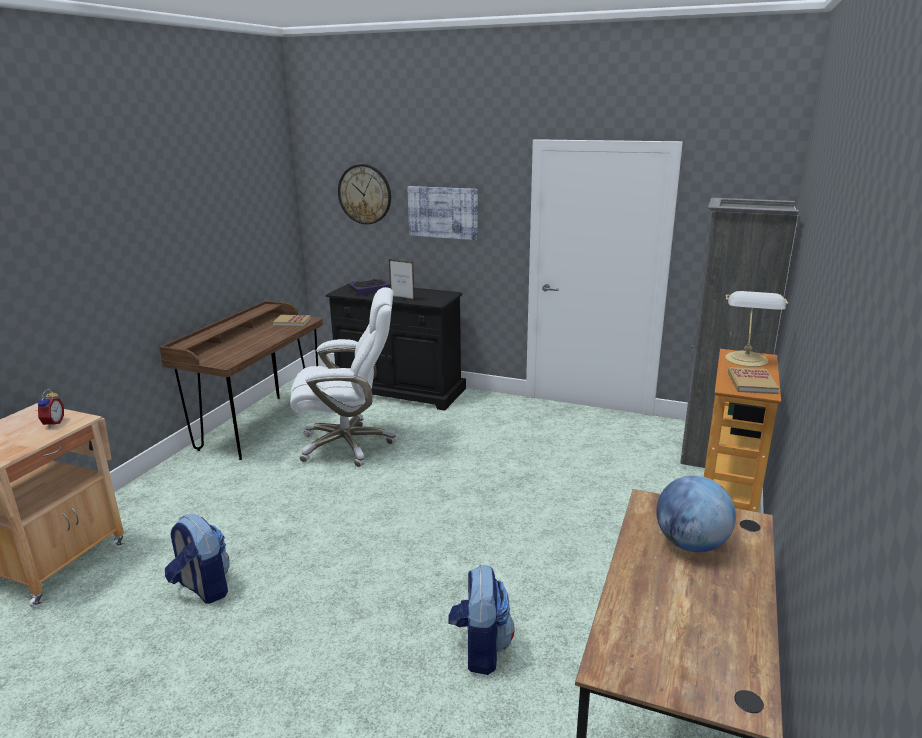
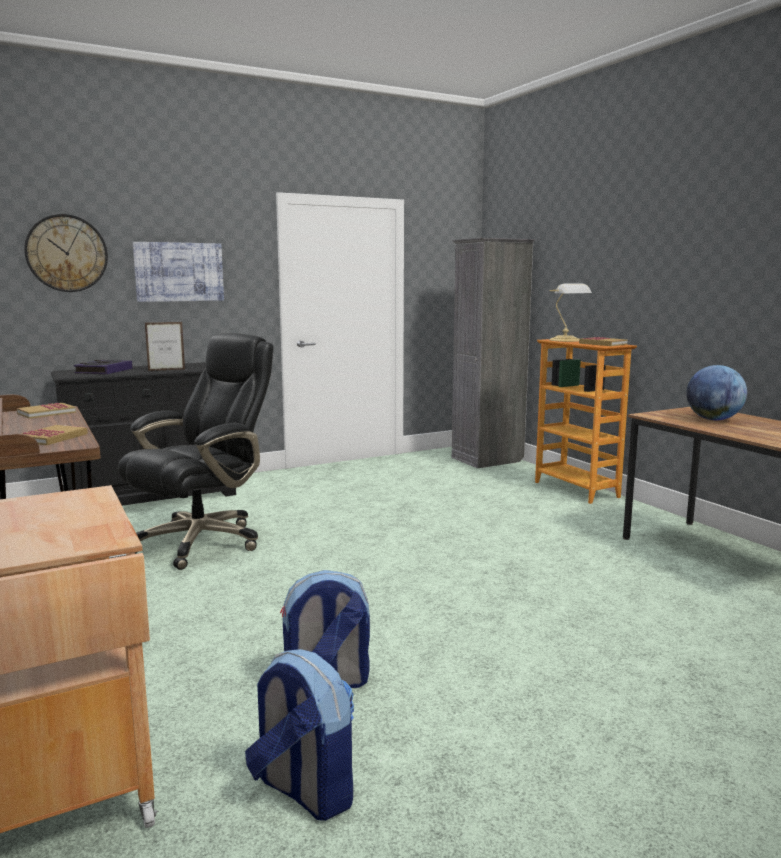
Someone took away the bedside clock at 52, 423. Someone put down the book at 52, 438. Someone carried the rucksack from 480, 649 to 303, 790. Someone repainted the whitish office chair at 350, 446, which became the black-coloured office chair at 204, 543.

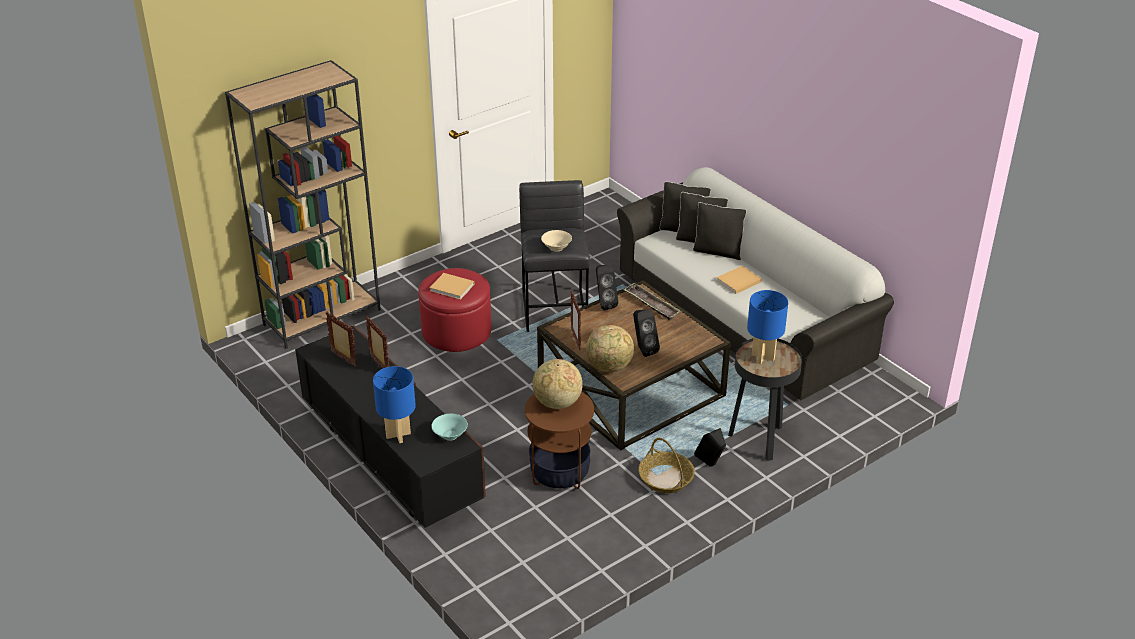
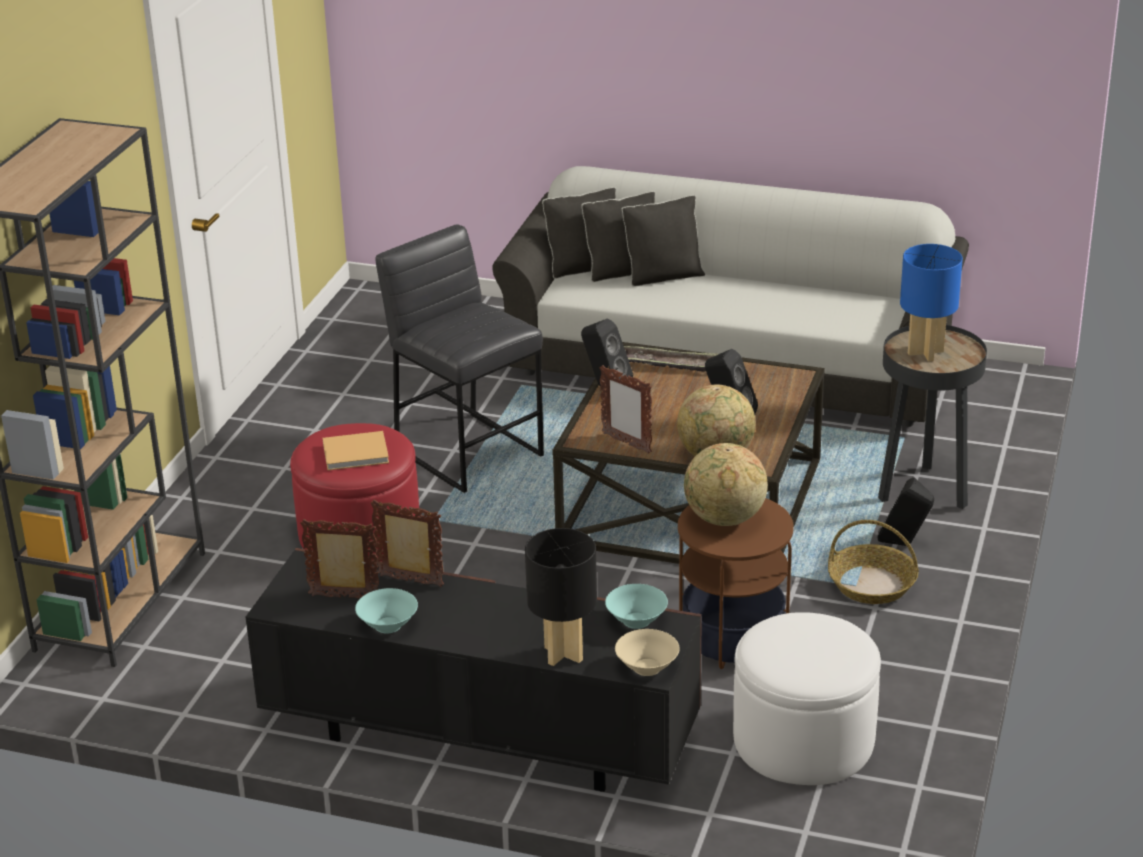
Someone took away the beige-coloured book at 737, 281. Someone put down the turquoise bowl at 388, 625. Someone put down the whitish ottoman at 803, 740. Someone carried the beige-coloured bowl from 556, 248 to 647, 667. Someone repainted the bluish table lamp at 398, 435, which became the black-coloured table lamp at 563, 654.

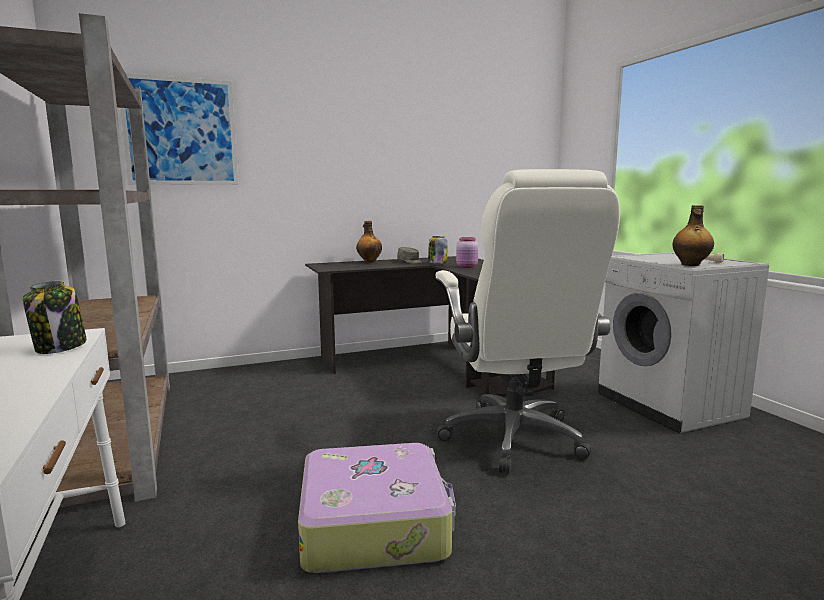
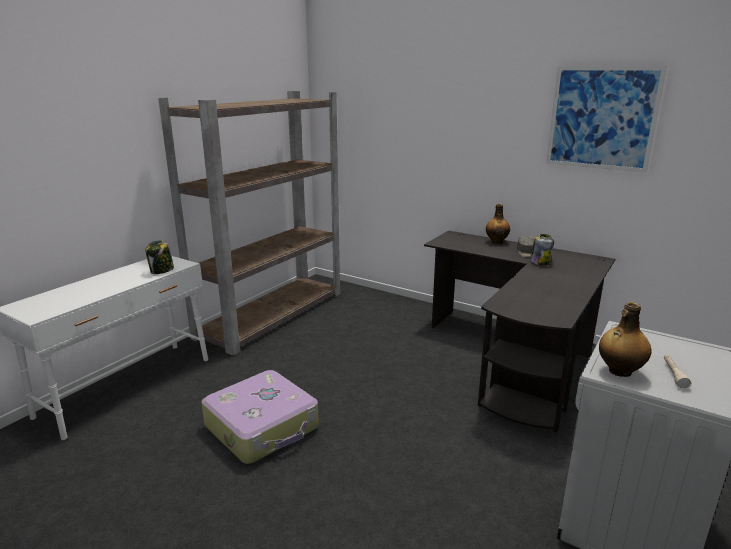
Someone took away the whitish office chair at 514, 439. Someone took away the pinkish jar at 467, 267. Someone carried the wall art from 180, 132 to 602, 118.

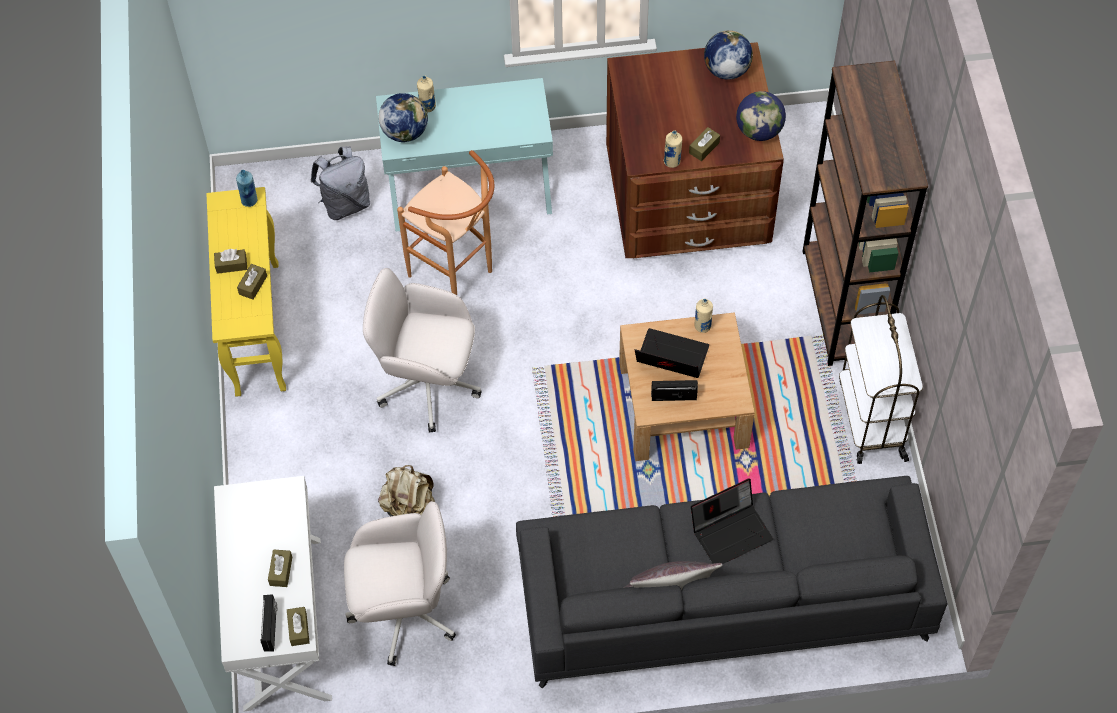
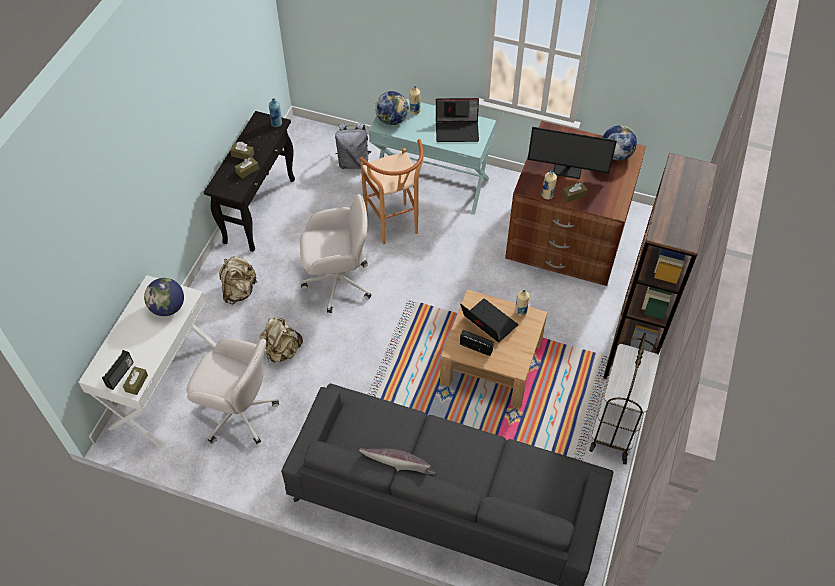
Someone took away the brown-coloured tissue box at 281, 571. Someone put down the beige-coloured rucksack at 239, 291. Someone put down the computer screen at 567, 168. Someone carried the notebook computer from 731, 531 to 457, 129. Someone carried the world globe from 759, 131 to 168, 308. Someone repainted the yellow-coloured hall table at 256, 327, which became the black-coloured hall table at 260, 210. Someone rotated the whitish office chair at 428, 386 by 135 degrees clockwise.

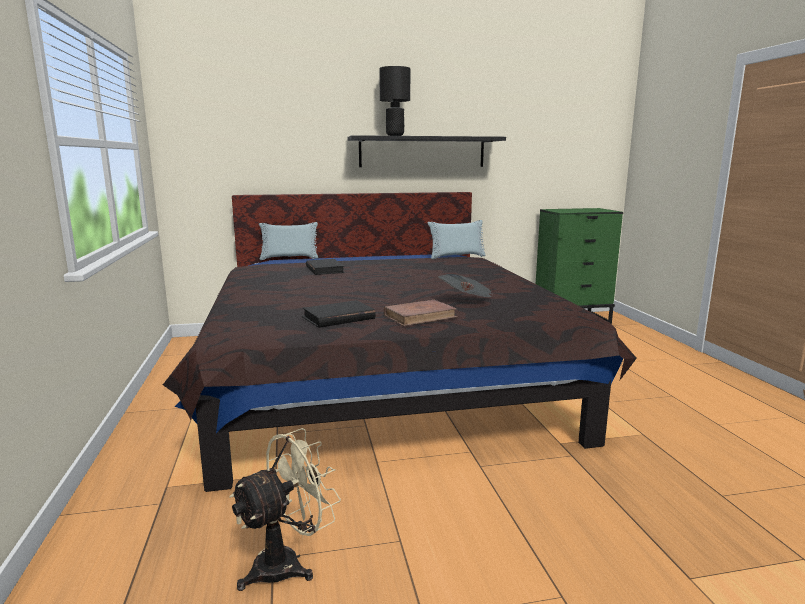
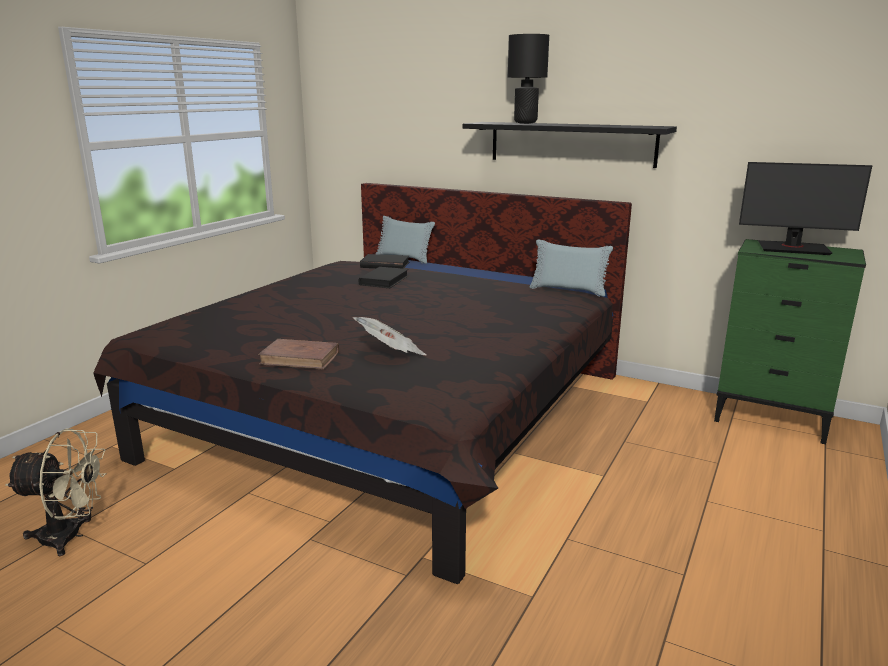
Someone put down the computer screen at 793, 248. Someone carried the black-coloured book from 338, 318 to 384, 265.

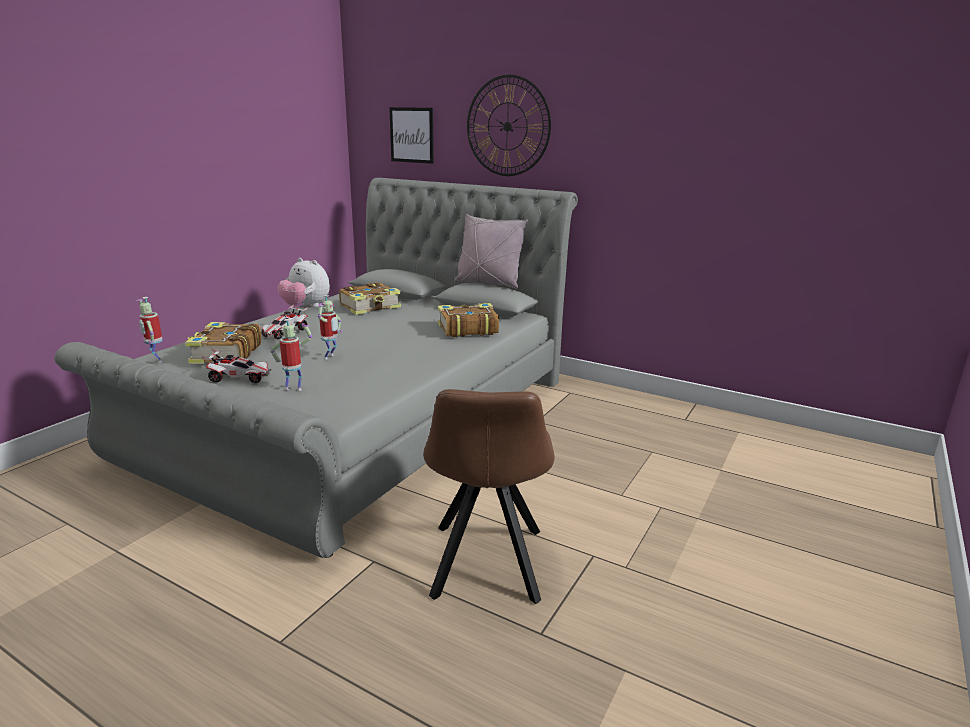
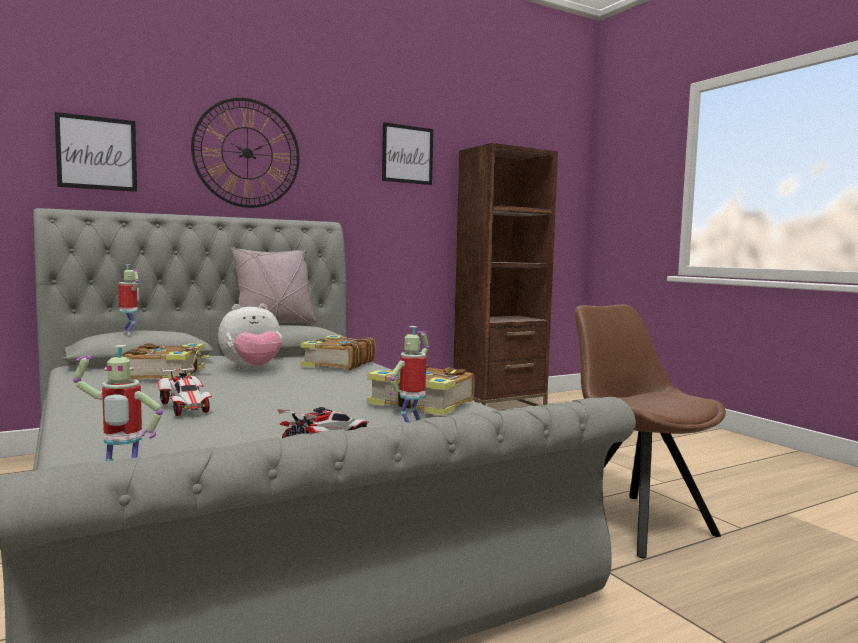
Someone put up the wall art at 407, 154. Someone put down the brown-coloured shelving unit at 499, 407. Someone carried the book from 225, 354 to 422, 404. Someone carried the soft toy from 306, 307 to 252, 369. Someone carried the toy robot from 331, 357 to 129, 333. Someone rotated the brown-coloured upright chair at 486, 563 by 150 degrees counterclockwise.

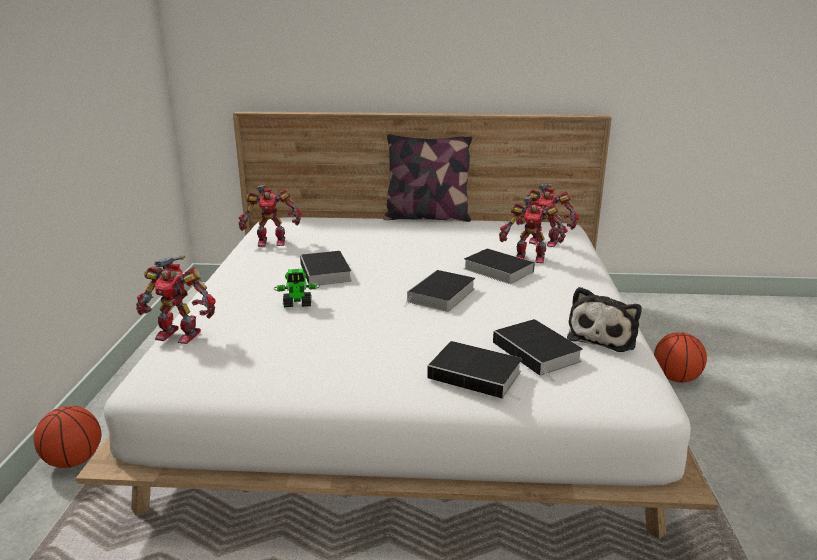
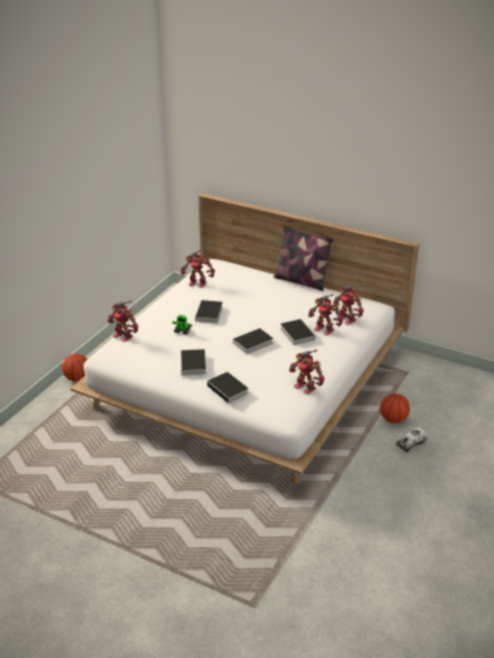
Someone put down the toy truck at 411, 444. Someone carried the book from 538, 353 to 193, 365. Someone swapped the soft toy at 604, 336 for the toy robot at 306, 387.

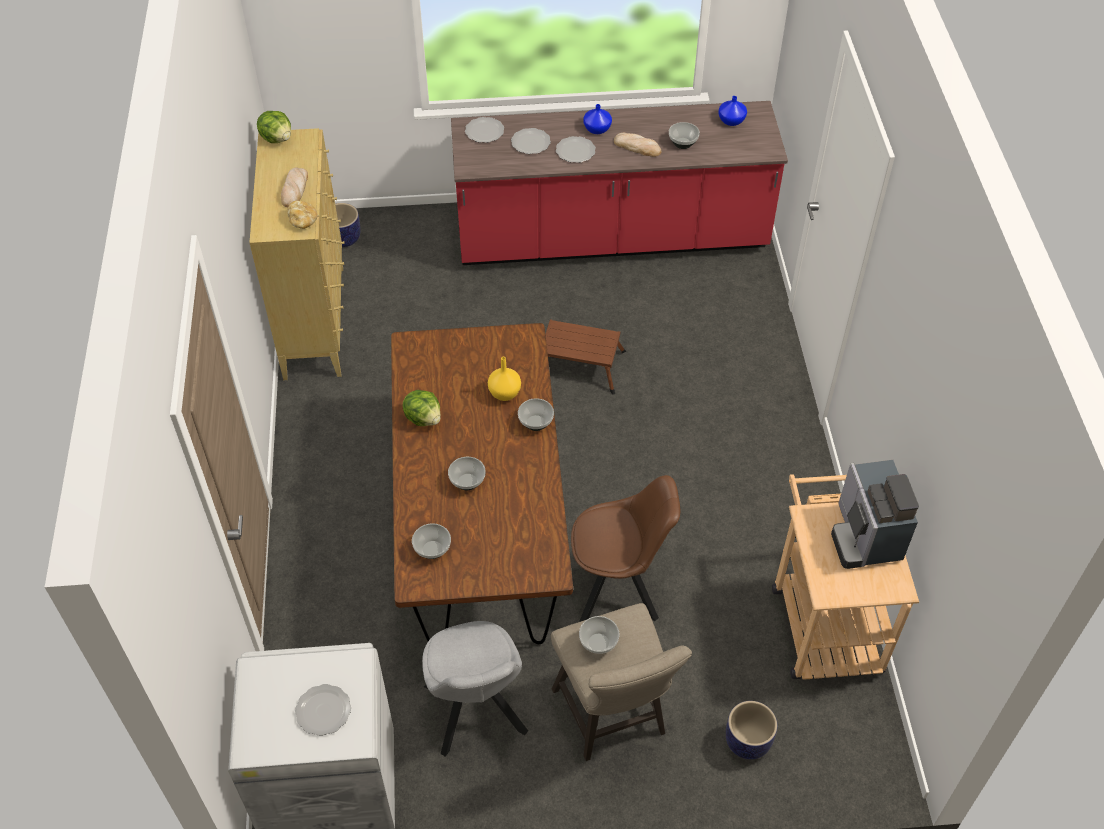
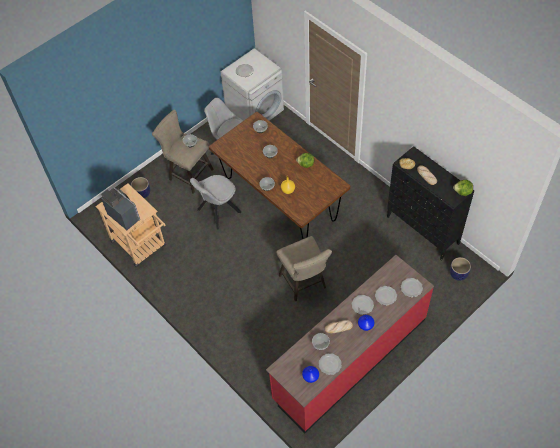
Someone put down the flat dish at 330, 364. Someone swapped the brown-coloured stepladder at 580, 365 for the beige-coloured sitting stool at 304, 284. Someone repainted the beige-coloured dresser at 316, 321, which became the black-coloured dresser at 422, 231. Someone repainted the brown-coloured upright chair at 619, 586, which became the greyish upright chair at 218, 211.

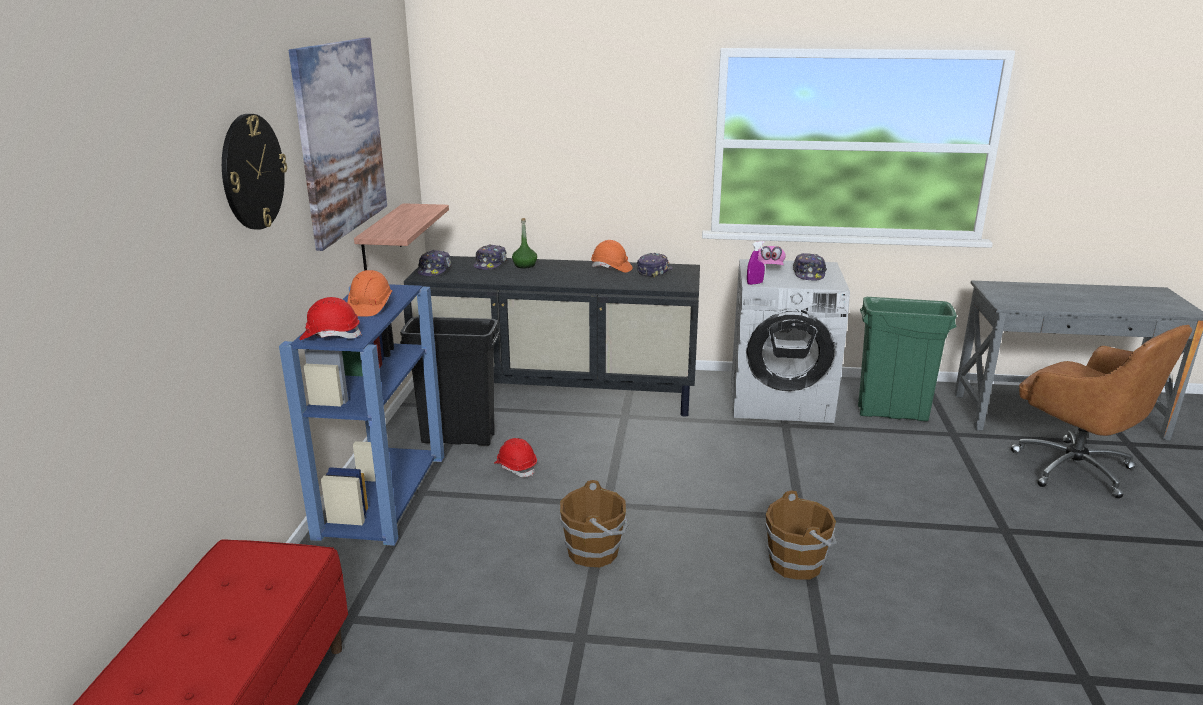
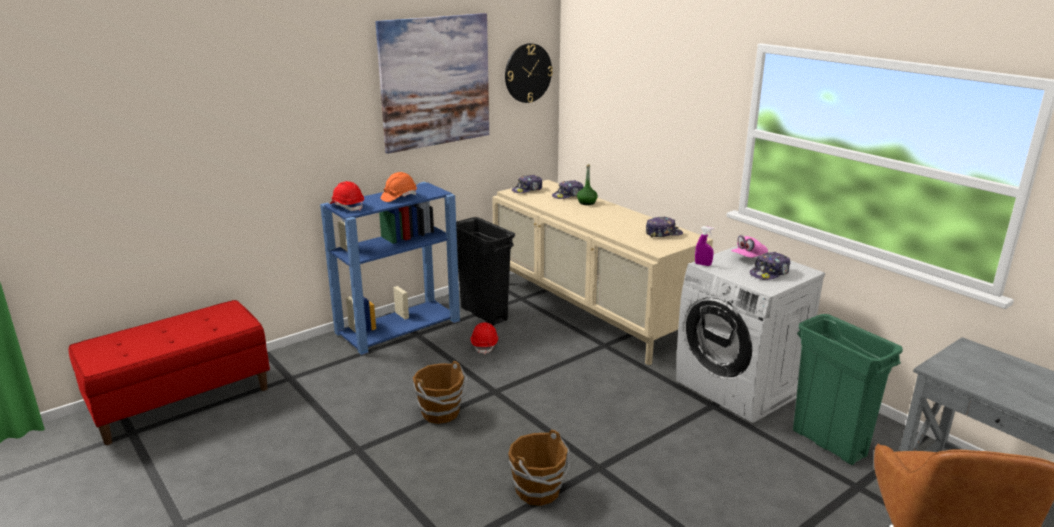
Someone took away the bracket shelf at 381, 240. Someone took away the orangey hard hat at 611, 268. Someone carried the hanging clock from 252, 172 to 528, 73. Someone repainted the black-coloured cabinet at 558, 393, which became the beige-coloured cabinet at 589, 312.

